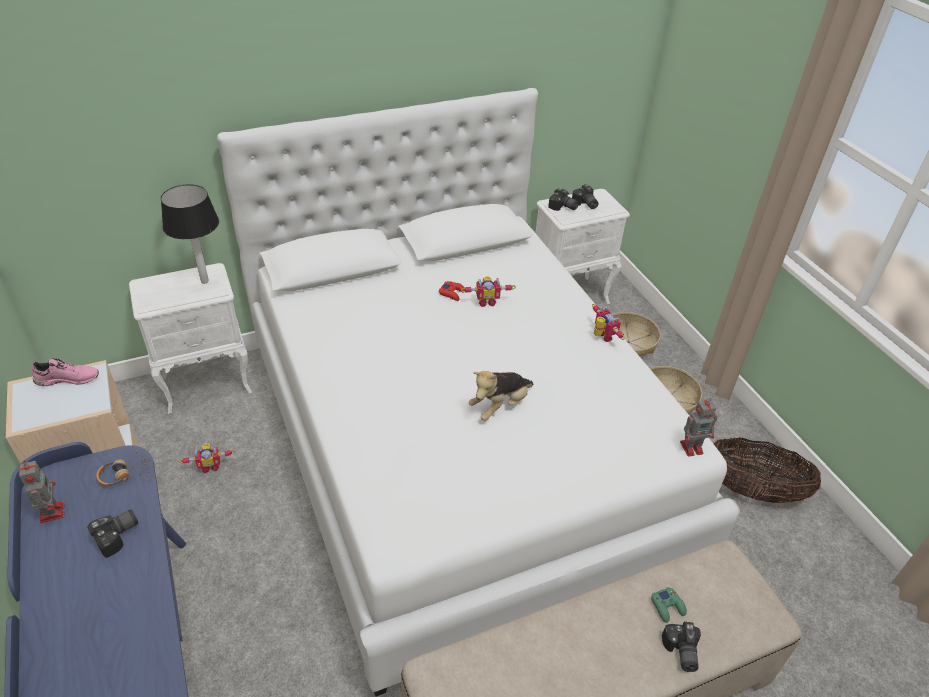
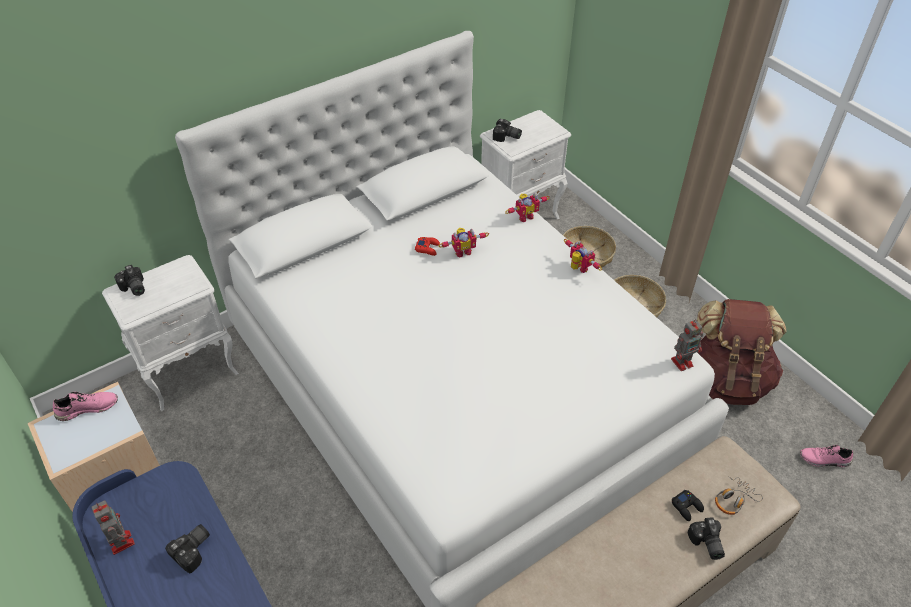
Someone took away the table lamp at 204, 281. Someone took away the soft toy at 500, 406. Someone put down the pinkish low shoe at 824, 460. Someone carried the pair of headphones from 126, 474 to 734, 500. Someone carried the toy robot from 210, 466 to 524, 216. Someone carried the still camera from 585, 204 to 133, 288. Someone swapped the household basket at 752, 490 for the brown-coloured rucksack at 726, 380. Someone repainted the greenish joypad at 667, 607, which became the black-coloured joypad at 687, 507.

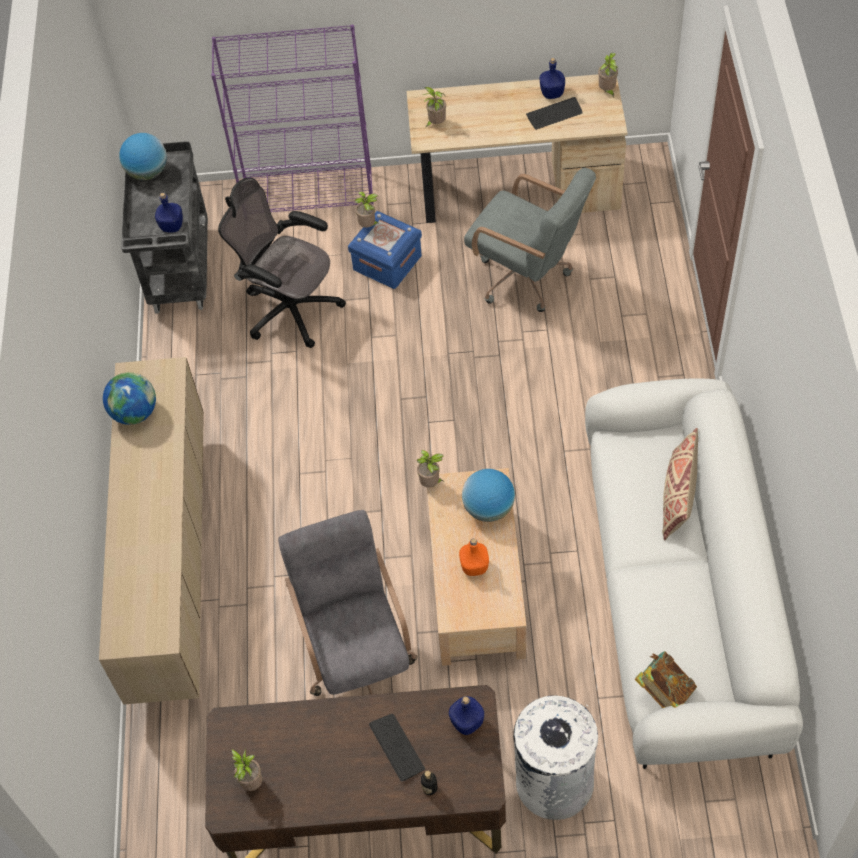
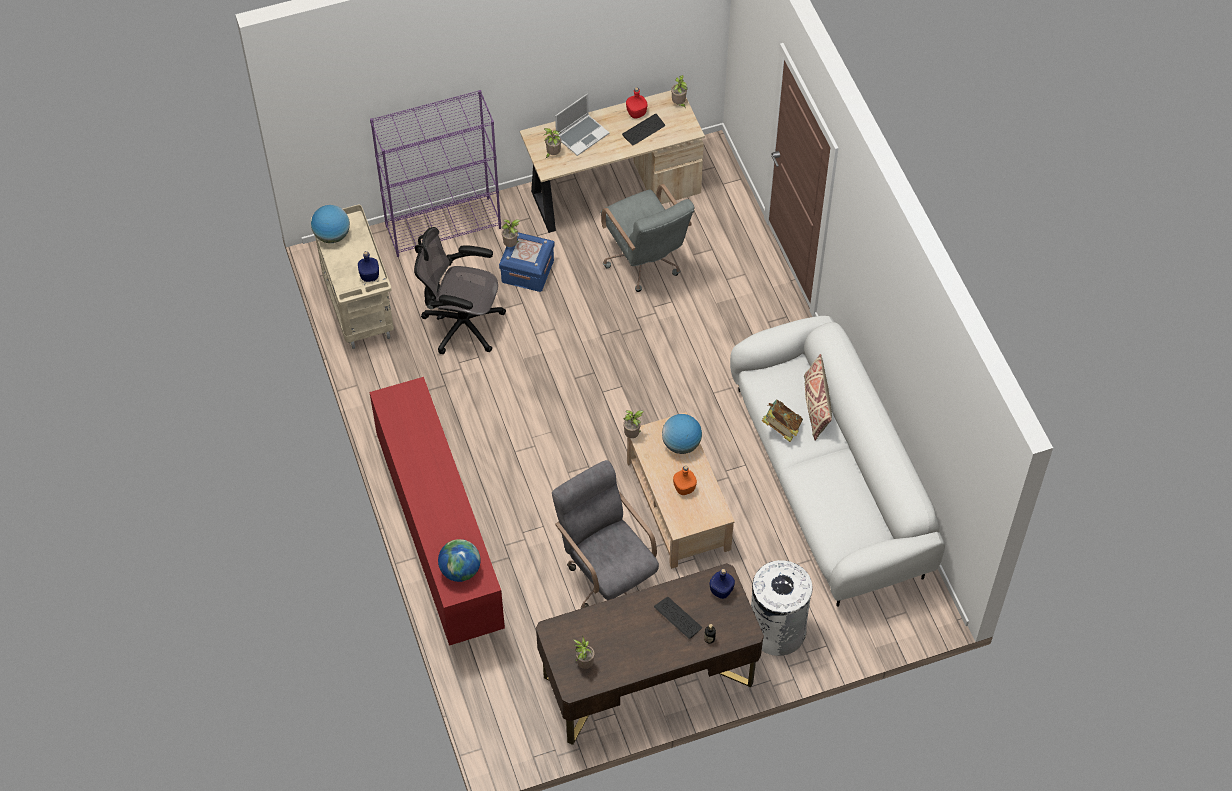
Someone put down the notebook computer at 582, 135. Someone carried the world globe from 135, 413 to 460, 570. Someone carried the book from 664, 692 to 781, 428. Someone repainted the beige-coloured cabinet at 171, 566, which became the red cabinet at 439, 542. Someone repainted the black-coloured cart at 180, 275, which became the beige-coloured cart at 360, 313. Someone repainted the bluish beverage bottle at 552, 93, which became the red beverage bottle at 636, 113. Someone rotated the greyish office chair at 527, 280 by 45 degrees clockwise.

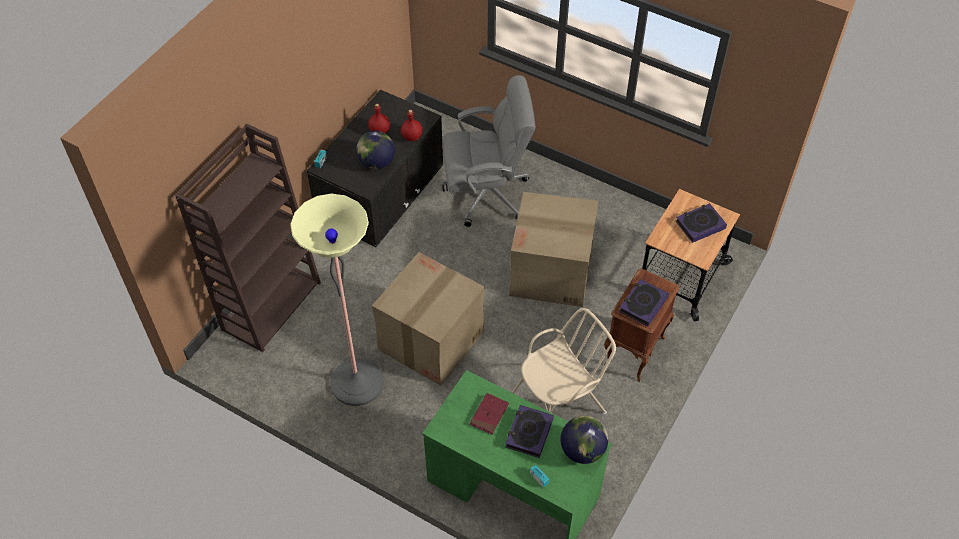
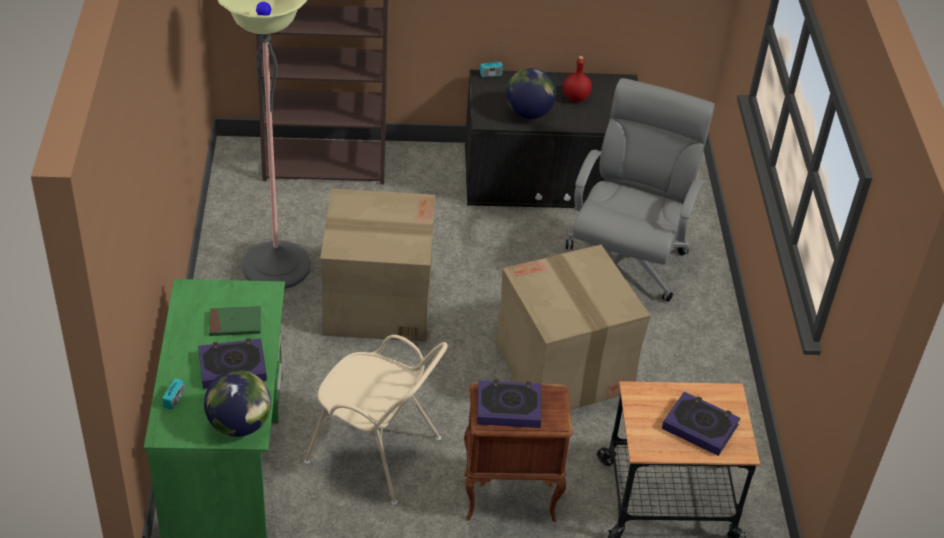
Someone took away the red beverage bottle at 412, 137. Someone repainted the red book at 489, 414, which became the greenish book at 235, 323. Someone rotated the greyish office chair at 486, 194 by 120 degrees counterclockwise.

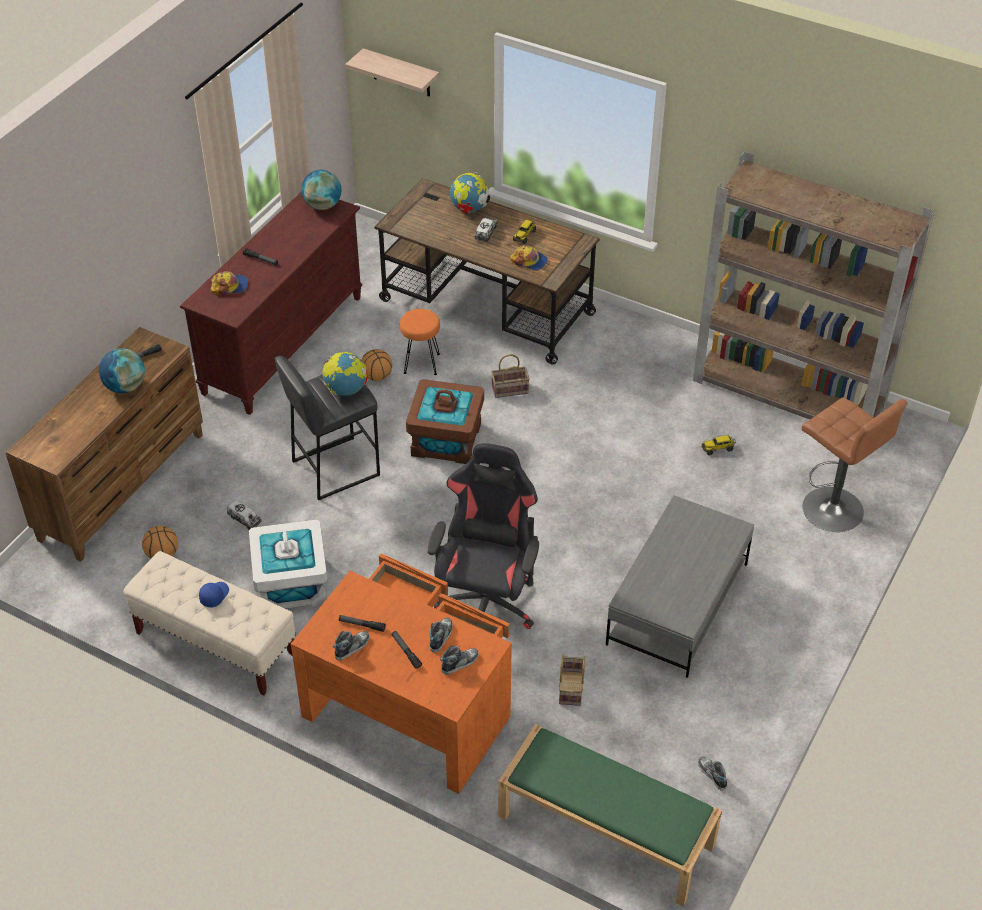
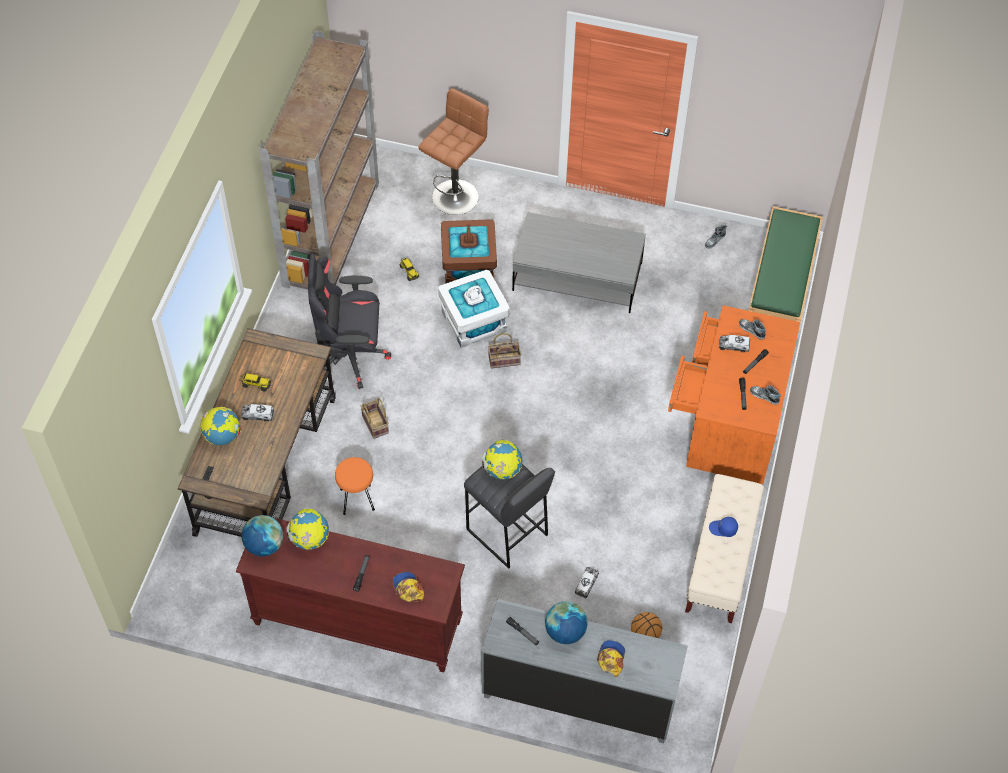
Someone took away the bracket shelf at 401, 73. Someone took away the basketball ball at 377, 377. Someone put down the world globe at 309, 539. Someone carried the whitish storage bin from 291, 584 to 474, 322. Someone carried the brown-coloured storage bin from 446, 439 to 469, 266. Someone carried the black-coloured office chair from 486, 606 to 351, 357. Someone carried the cap from 529, 261 to 611, 658. Someone carried the household basket from 571, 689 to 505, 359. Someone swapped the low shoe at 441, 636 for the toy truck at 734, 346. Someone repainted the brown-coloured dresser at 121, 486, which became the greyish dresser at 578, 698.

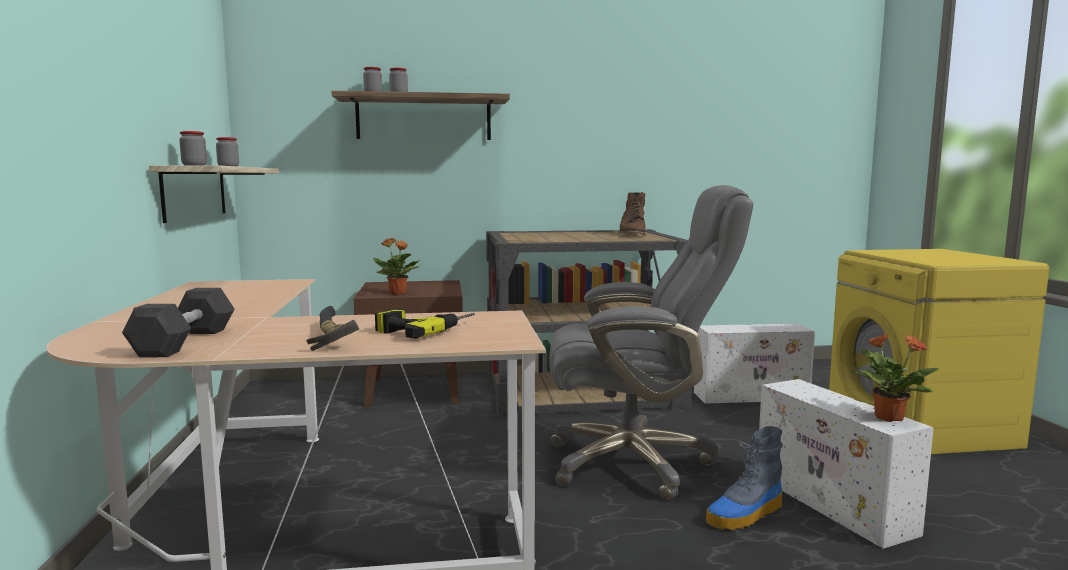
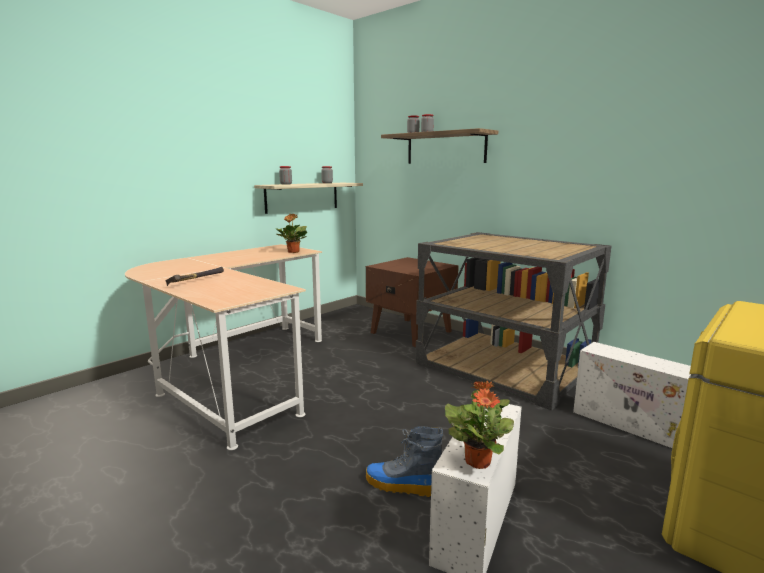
Someone took away the black-coloured free weight at 184, 342. Someone took away the electric drill at 425, 328. Someone took away the greyish office chair at 636, 466. Someone took away the brown-coloured tall boot at 632, 234. Someone carried the potted plant from 398, 293 to 293, 252.

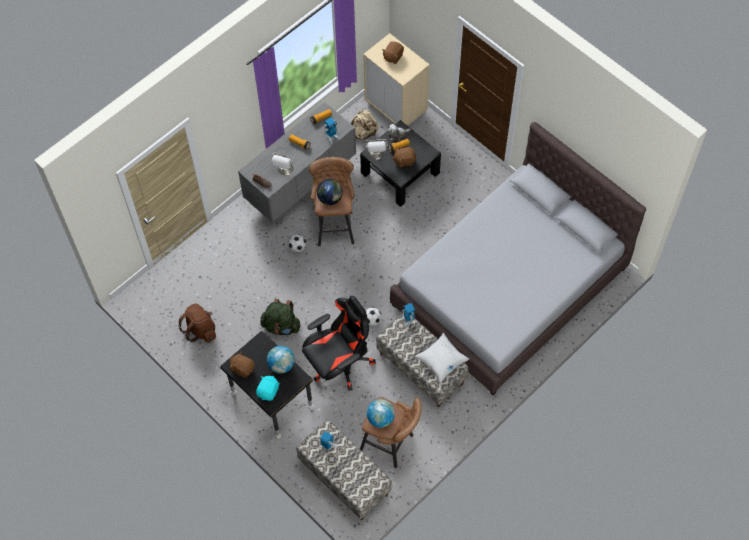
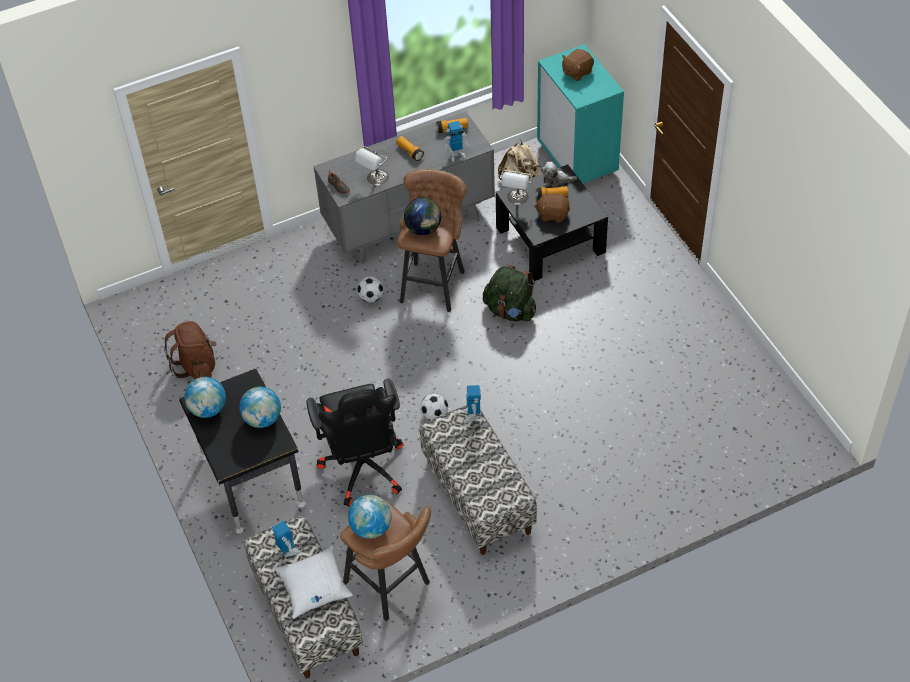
Someone took away the turquoise soft toy at 268, 391. Someone took away the greyish sleeping bed at 510, 287. Someone carried the greenish rucksack from 281, 326 to 510, 311. Someone carried the greyish cushion from 441, 360 to 314, 587. Someone swapped the brown-coloured soft toy at 242, 368 for the world globe at 208, 409. Someone repainted the beige-coloured cabinet at 396, 107, which became the turquoise cabinet at 578, 160. Someone rotated the black-coloured office chair at 338, 366 by 90 degrees clockwise.

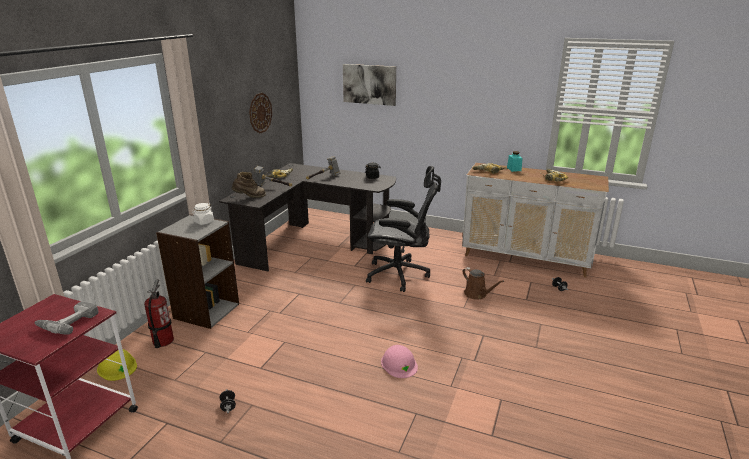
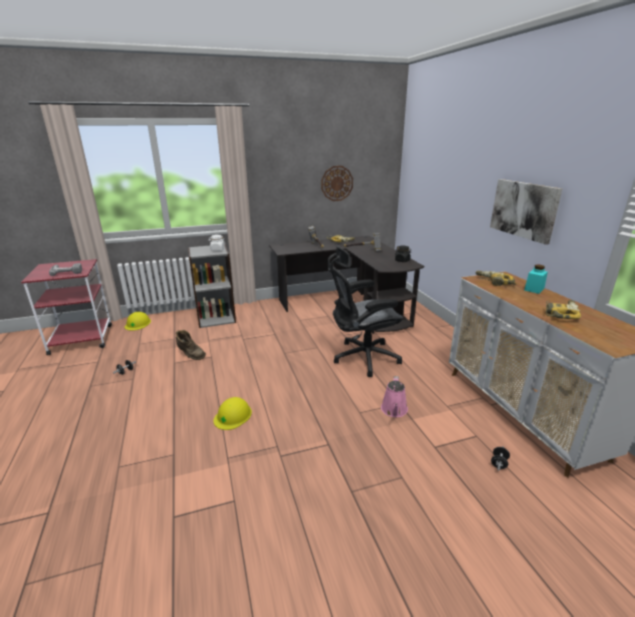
Someone took away the fire-fighting cylinder at 162, 341. Someone carried the brown-coloured tall boot from 249, 197 to 190, 355. Someone carried the wall art from 369, 84 to 524, 209. Someone repainted the pinkish hard hat at 399, 364, which became the yellow-coloured hard hat at 233, 415. Someone repainted the brown-coloured sprinkling can at 477, 294, which became the pinkish sprinkling can at 394, 410. Someone rotated the office chair at 400, 275 by 105 degrees clockwise.

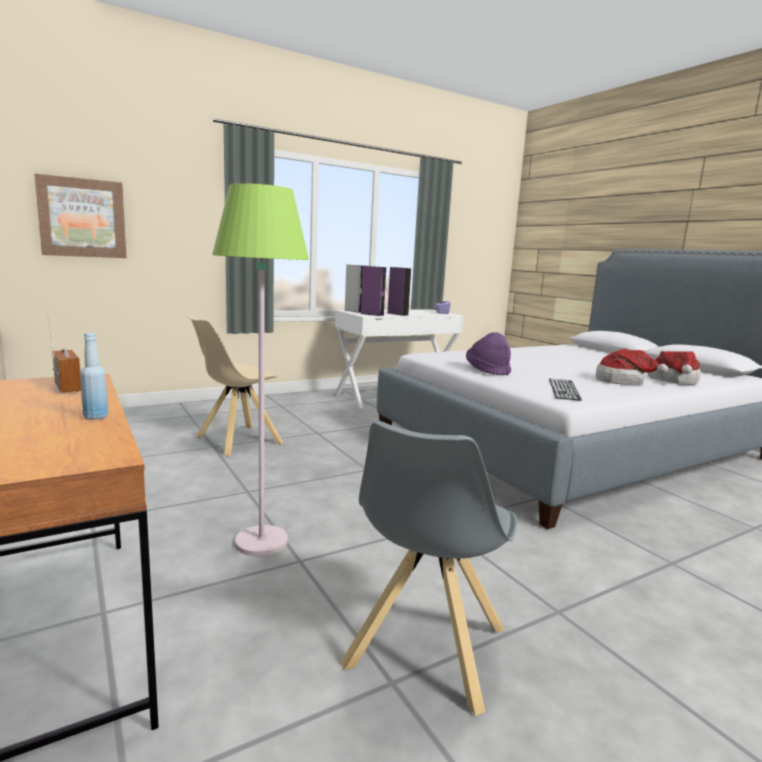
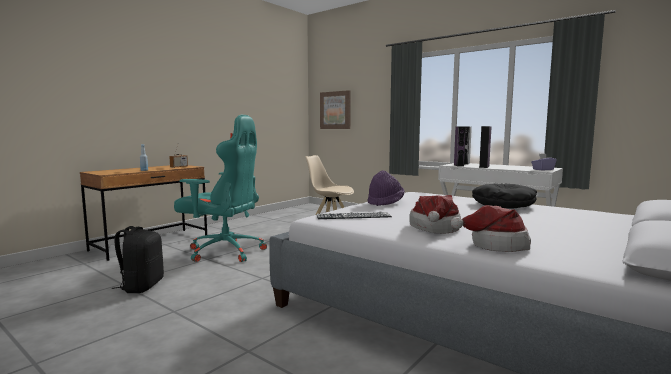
Someone put down the black-coloured cushion at 504, 205. Someone swapped the greenish standard lamp at 262, 542 for the turquoise office chair at 221, 251. Someone swapped the greyish upright chair at 424, 650 for the black-coloured rucksack at 141, 286.

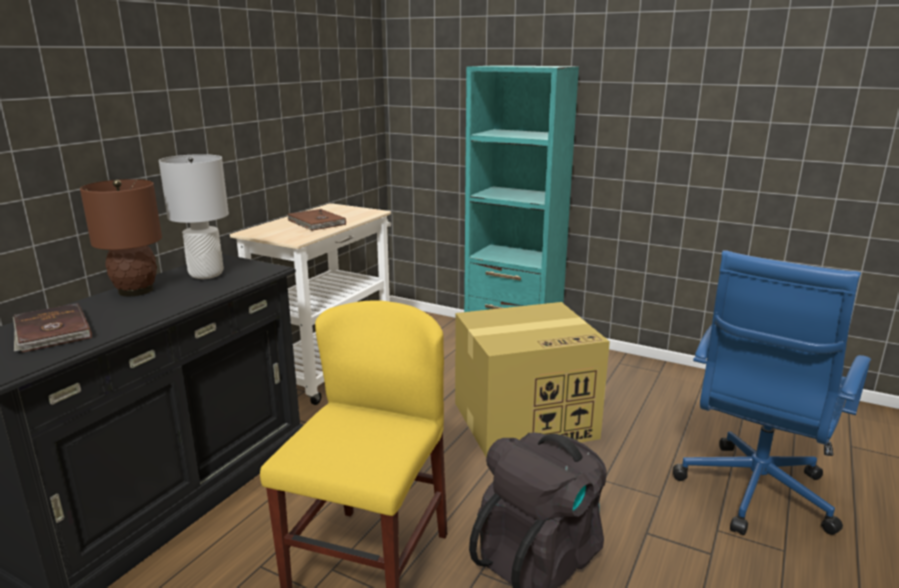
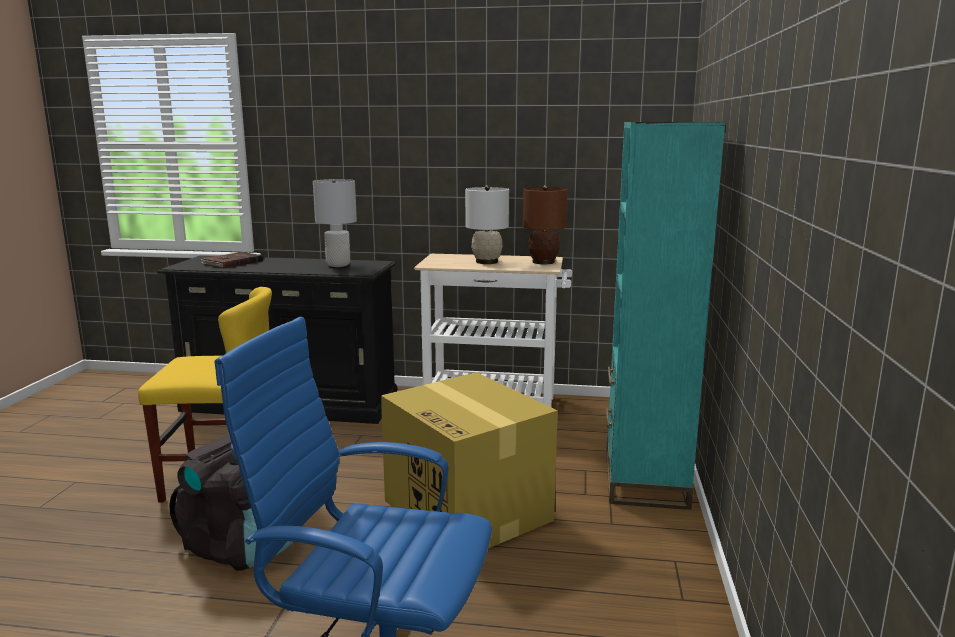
Someone carried the brown-coloured table lamp from 135, 290 to 543, 262. Someone swapped the brown-coloured book at 316, 223 for the whitish table lamp at 486, 262.

